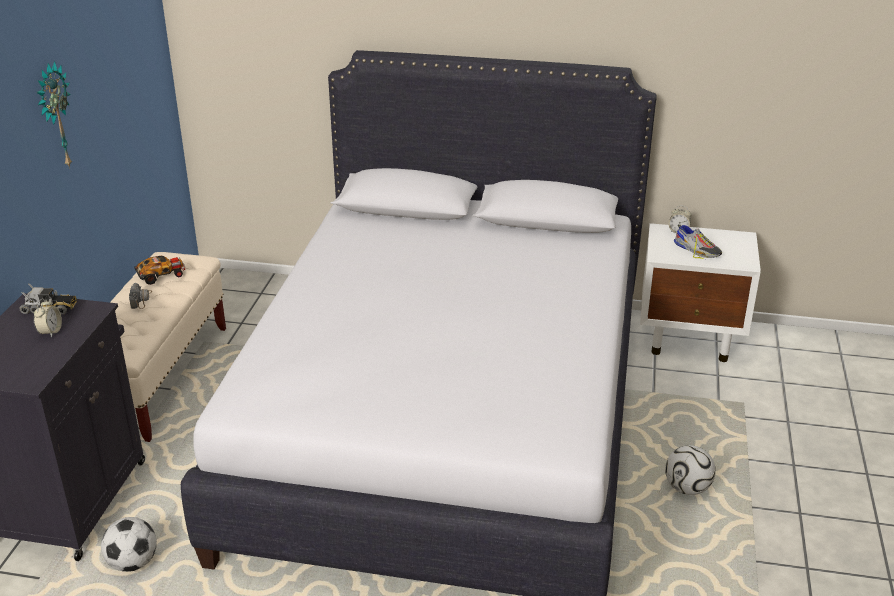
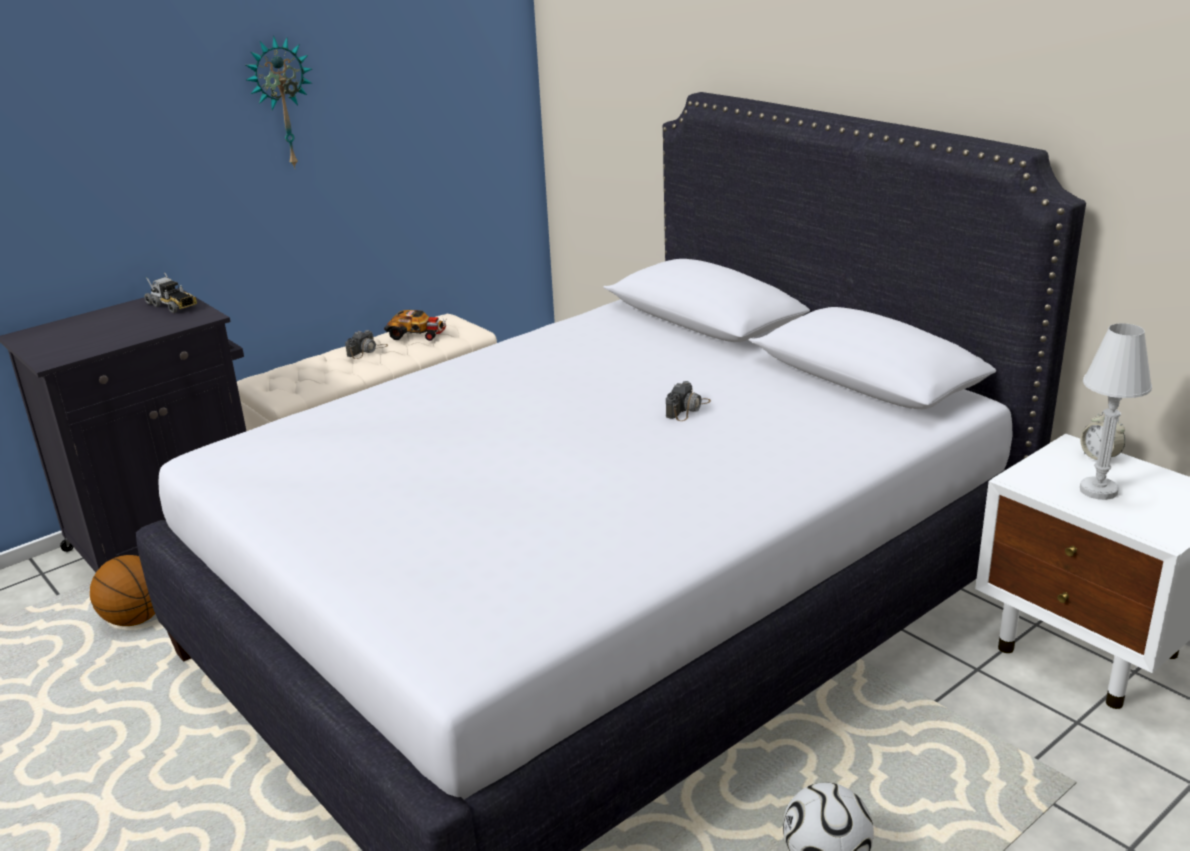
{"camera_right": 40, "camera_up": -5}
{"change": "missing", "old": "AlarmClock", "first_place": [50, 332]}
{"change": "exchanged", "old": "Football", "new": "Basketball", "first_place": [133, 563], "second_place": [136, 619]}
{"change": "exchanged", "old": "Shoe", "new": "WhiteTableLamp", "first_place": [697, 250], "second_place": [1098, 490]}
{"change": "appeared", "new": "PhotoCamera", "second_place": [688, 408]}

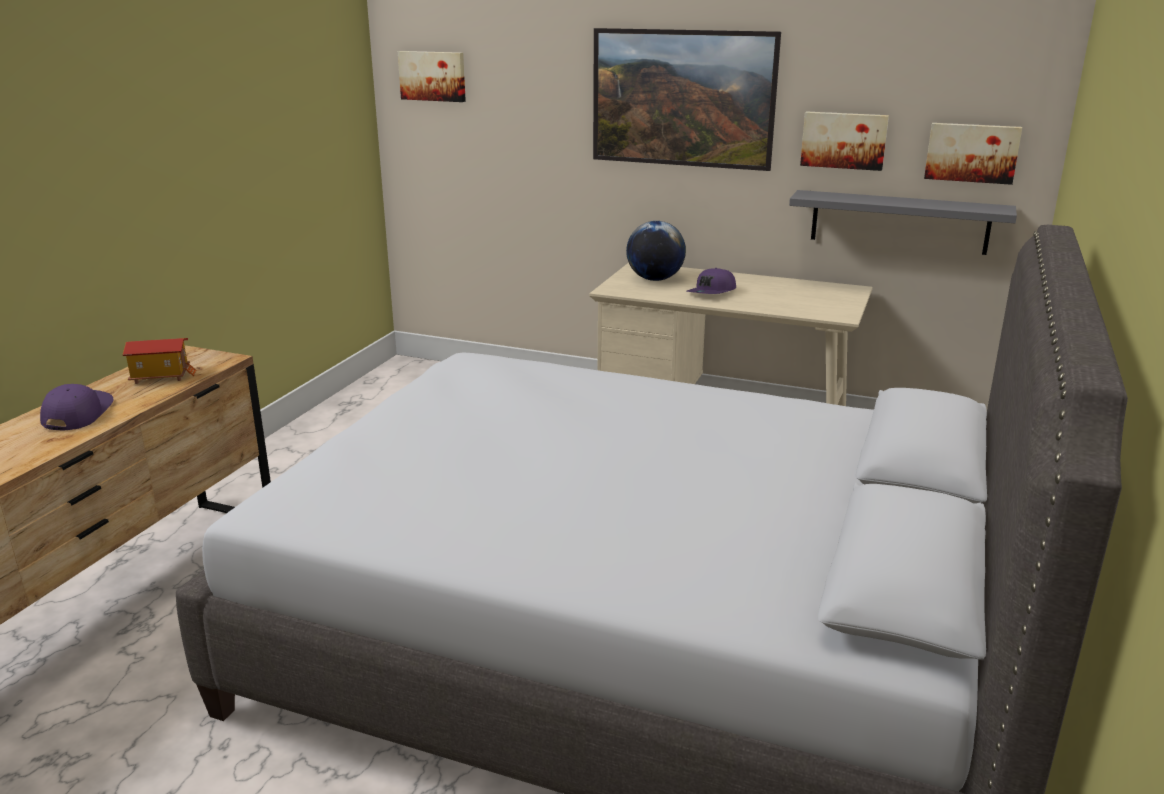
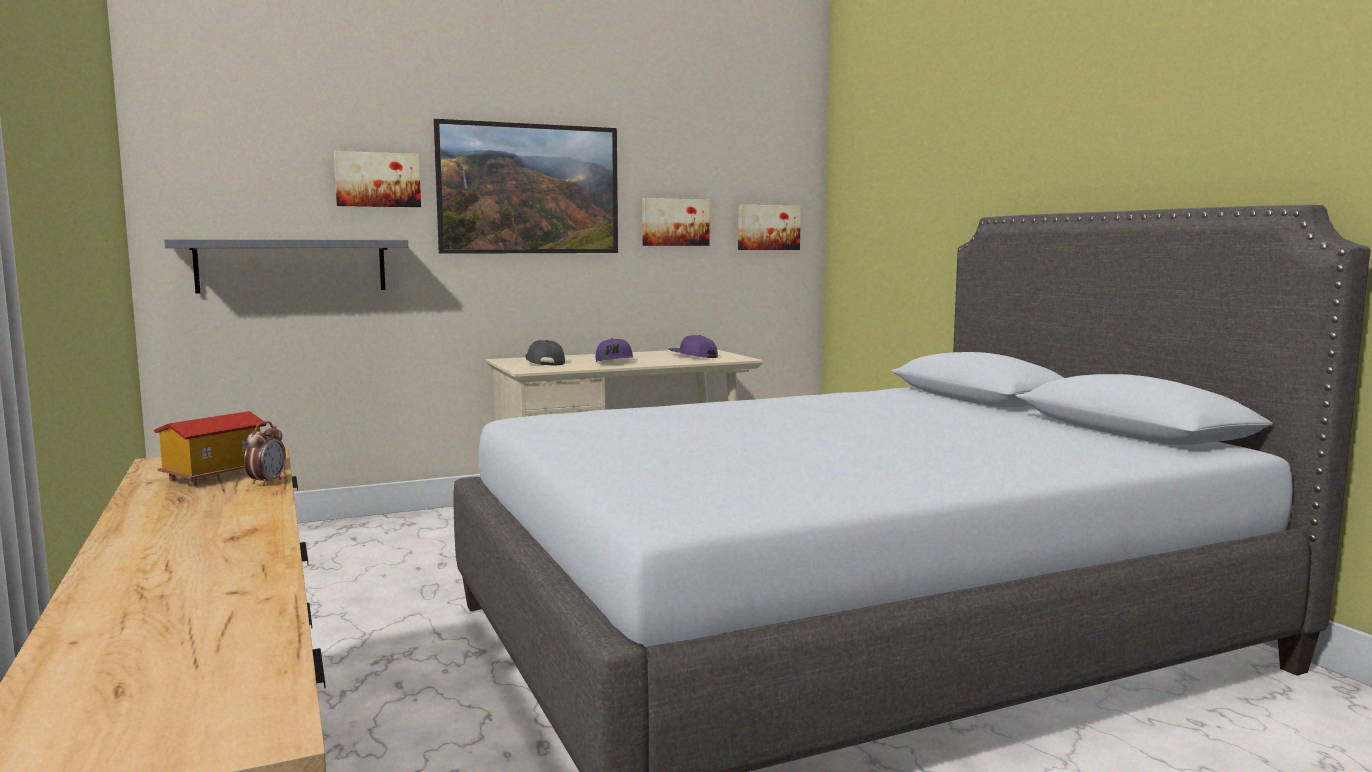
{"camera_right": -45, "camera_up": -15}
{"change": "relocated", "old": "PurpleCap", "first_place": [77, 414], "second_place": [692, 356]}
{"change": "relocated", "old": "Picture", "first_place": [433, 76], "second_place": [377, 180]}
{"change": "exchanged", "old": "Globe", "new": "GreyCap", "first_place": [655, 279], "second_place": [544, 362]}
{"change": "relocated", "old": "GreyShelf", "first_place": [899, 222], "second_place": [292, 265]}
{"change": "appeared", "new": "AlarmClock", "second_place": [267, 482]}

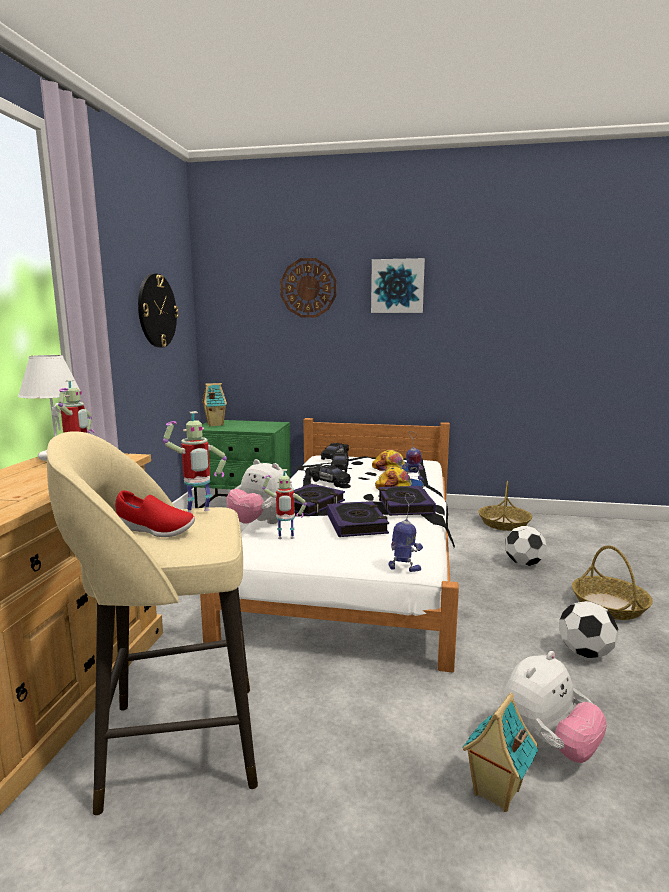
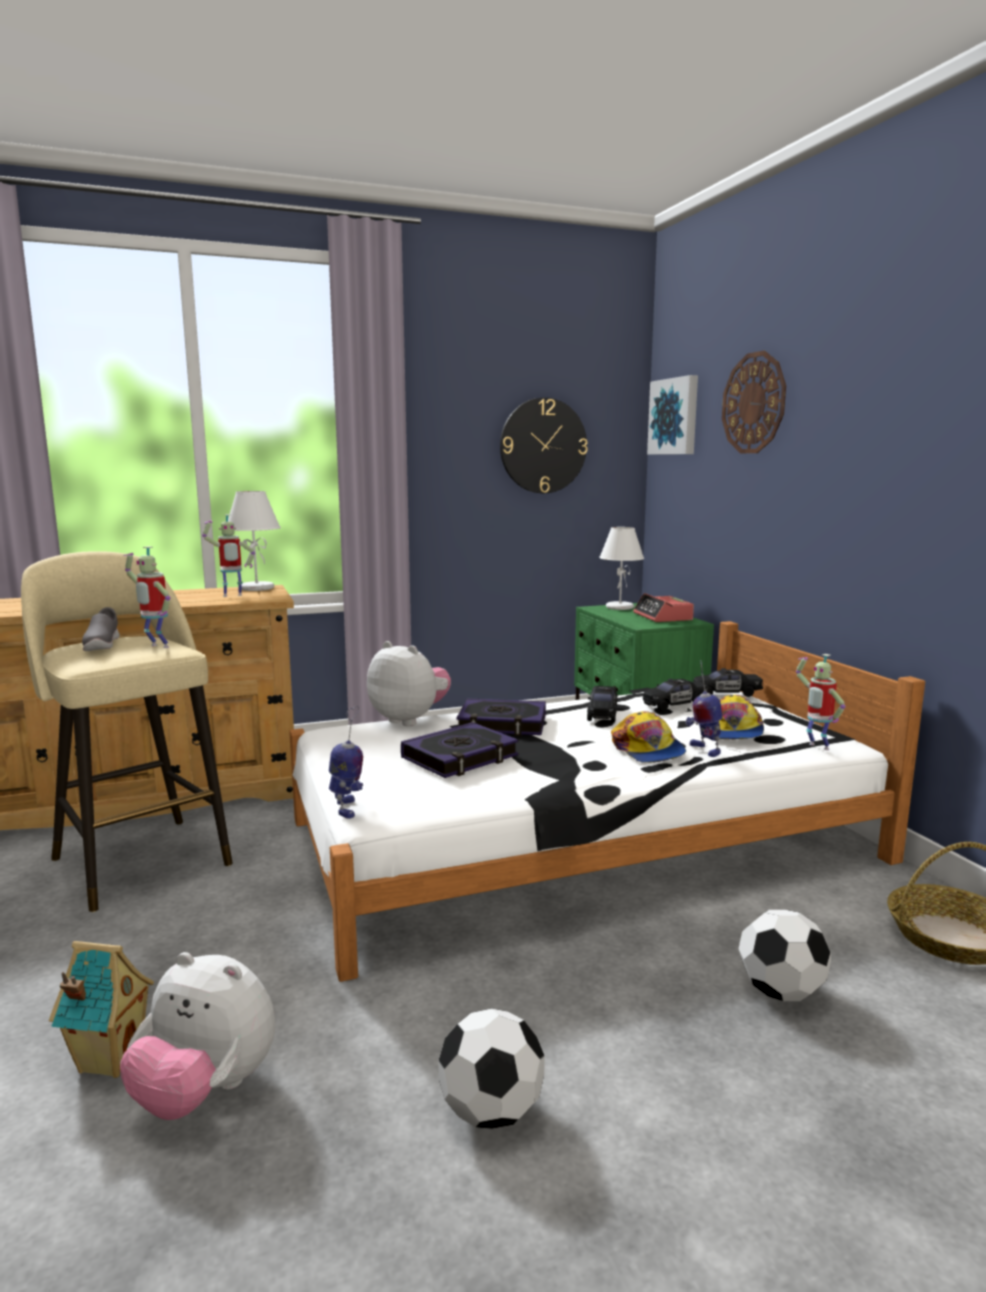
{"camera_right": 60, "camera_up": 0}
{"change": "colour", "old": "RedShoe", "new": "GreyShoe", "first_place": [154, 530], "second_place": [102, 646]}
{"change": "exchanged", "old": "ToyHouse", "new": "WhiteTableLamp", "first_place": [214, 424], "second_place": [619, 607]}
{"change": "spun", "old": "PlushToy", "first_place": [261, 523], "second_place": [410, 719], "degrees": 120}
{"change": "relocated", "old": "ToyRobot", "first_place": [285, 539], "second_place": [816, 747]}
{"change": "relocated", "old": "Picture", "first_place": [397, 286], "second_place": [675, 417]}
{"change": "missing", "old": "Book", "first_place": [405, 505]}
{"change": "missing", "old": "Basket", "first_place": [609, 606]}
{"change": "appeared", "new": "AlarmClock", "second_place": [663, 617]}

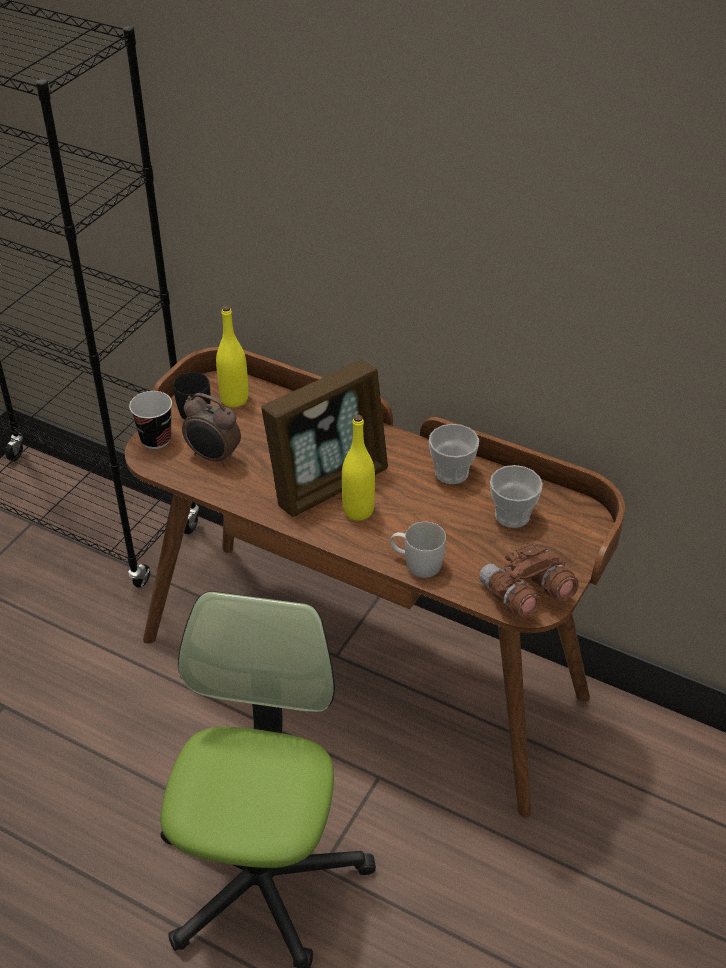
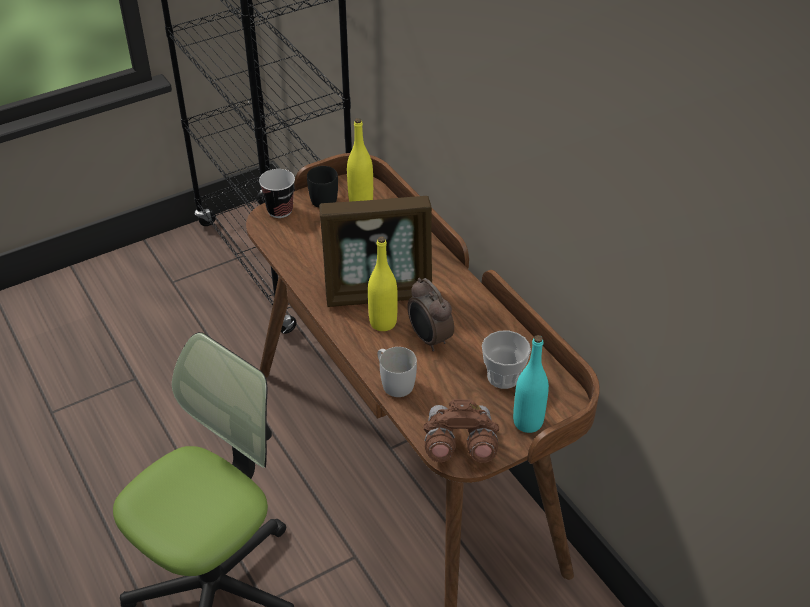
{"camera_right": 30, "camera_up": 0}
{"change": "relocated", "old": "AlarmClock", "first_place": [213, 457], "second_place": [429, 339]}
{"change": "missing", "old": "Cup", "first_place": [451, 472]}
{"change": "appeared", "new": "TurquoiseBottle", "second_place": [528, 422]}

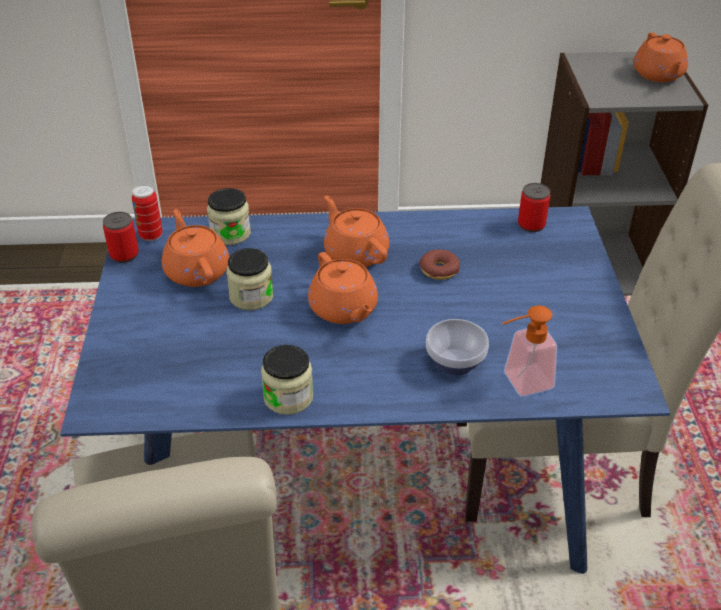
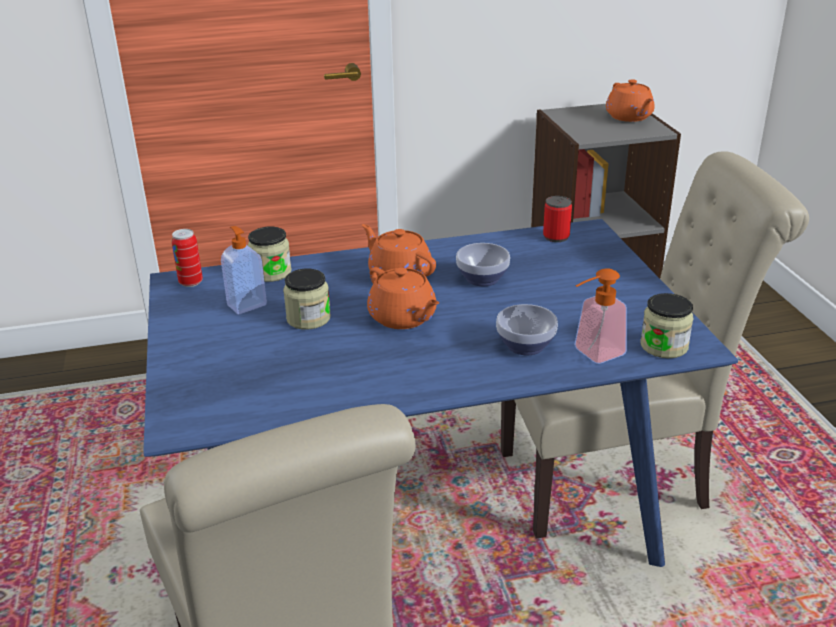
{"camera_right": -10, "camera_up": -10}
{"change": "missing", "old": "Can", "first_place": [124, 255]}
{"change": "exchanged", "old": "OrangeTeapot", "new": "SoapDispenser", "first_place": [196, 271], "second_place": [246, 305]}
{"change": "relocated", "old": "Jar", "first_place": [288, 397], "second_place": [664, 346]}
{"change": "exchanged", "old": "Donut", "new": "Bowl", "first_place": [439, 270], "second_place": [483, 279]}

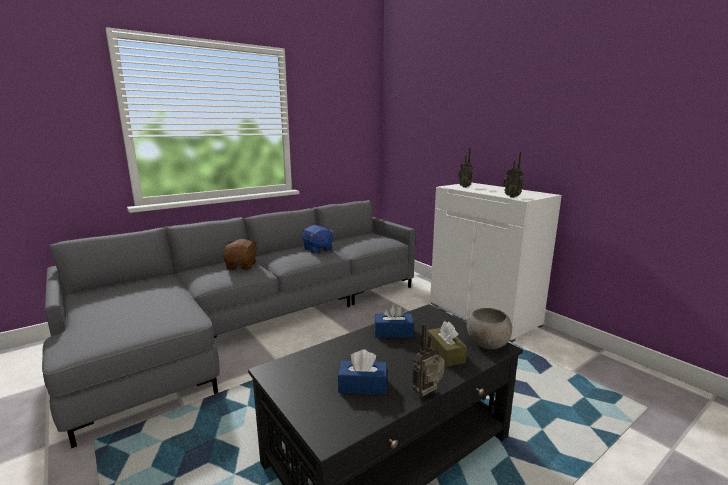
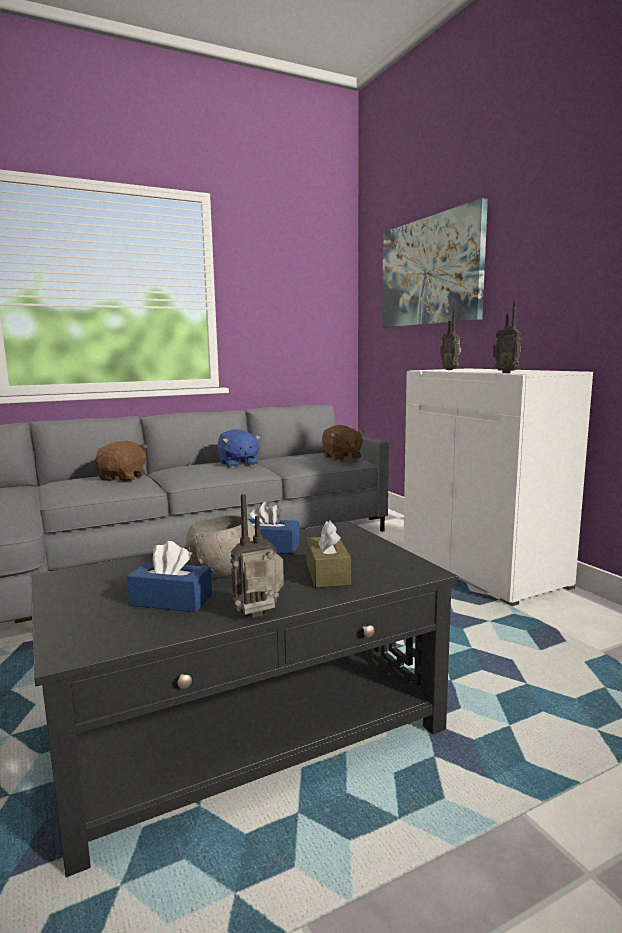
{"camera_right": 10, "camera_up": -5}
{"change": "relocated", "old": "GreyBowl", "first_place": [487, 343], "second_place": [224, 570]}
{"change": "appeared", "new": "BrownPlushToy", "second_place": [341, 458]}
{"change": "appeared", "new": "Picture", "second_place": [430, 271]}

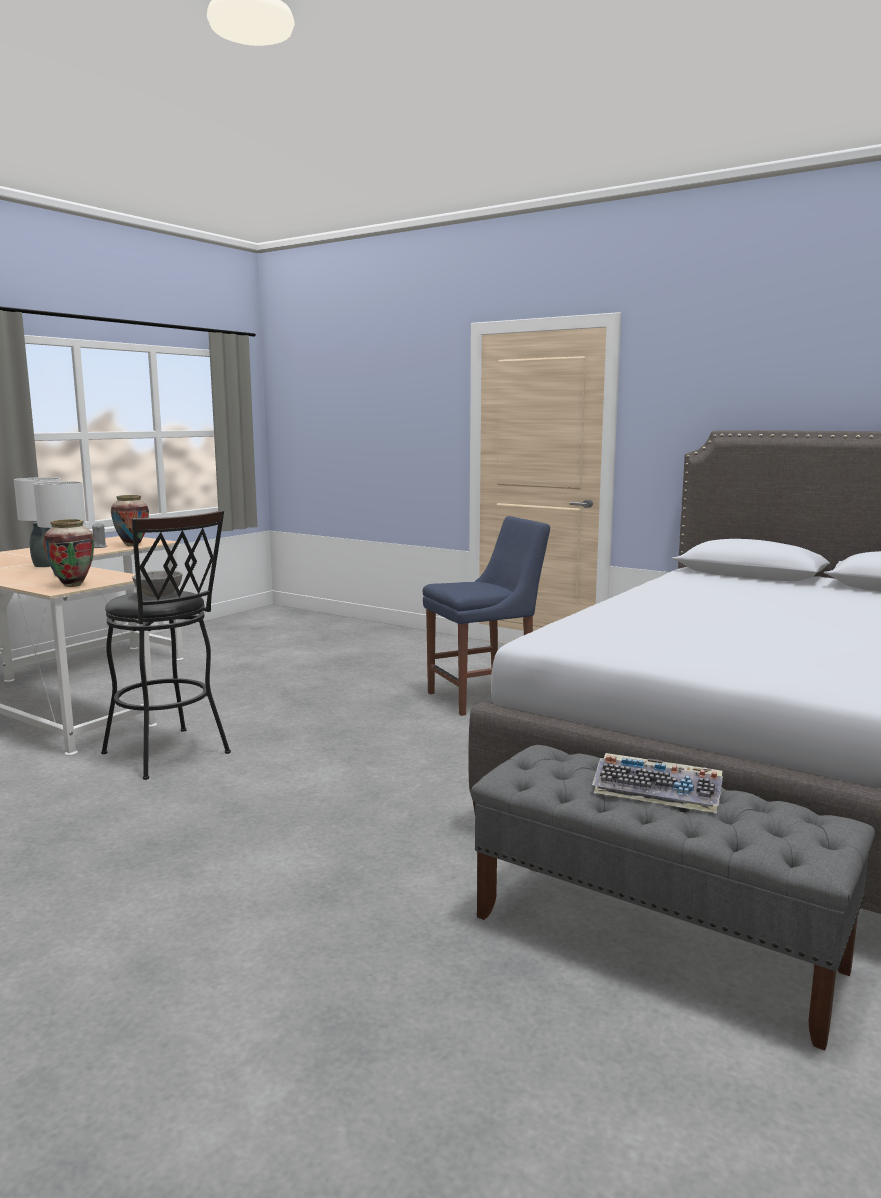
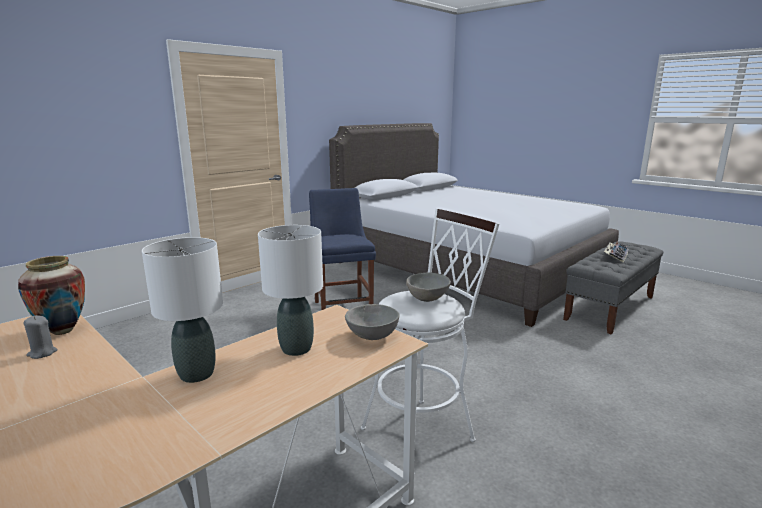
{"camera_right": -80, "camera_up": 5}
{"change": "exchanged", "old": "Vase", "new": "GreyBowl", "first_place": [73, 585], "second_place": [371, 337]}
{"change": "colour", "old": "BlackStool", "new": "WhiteStool", "first_place": [171, 756], "second_place": [424, 431]}

